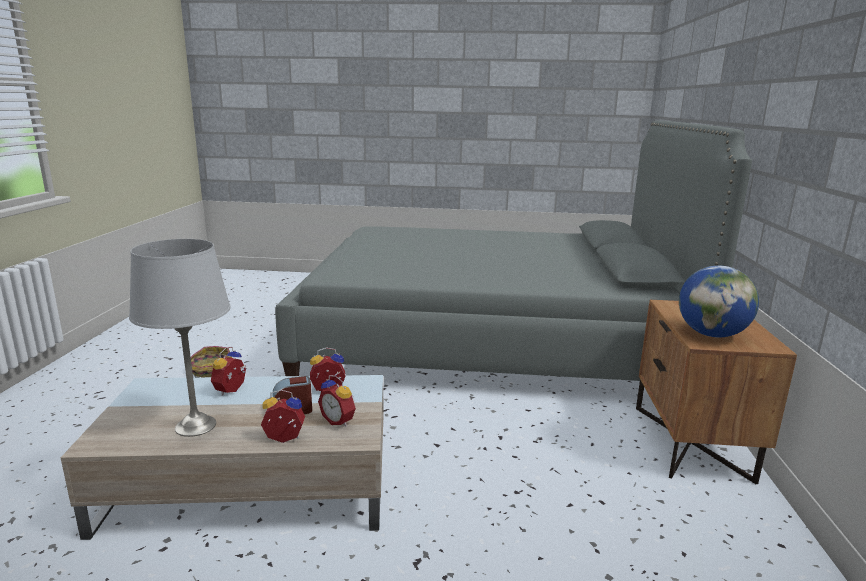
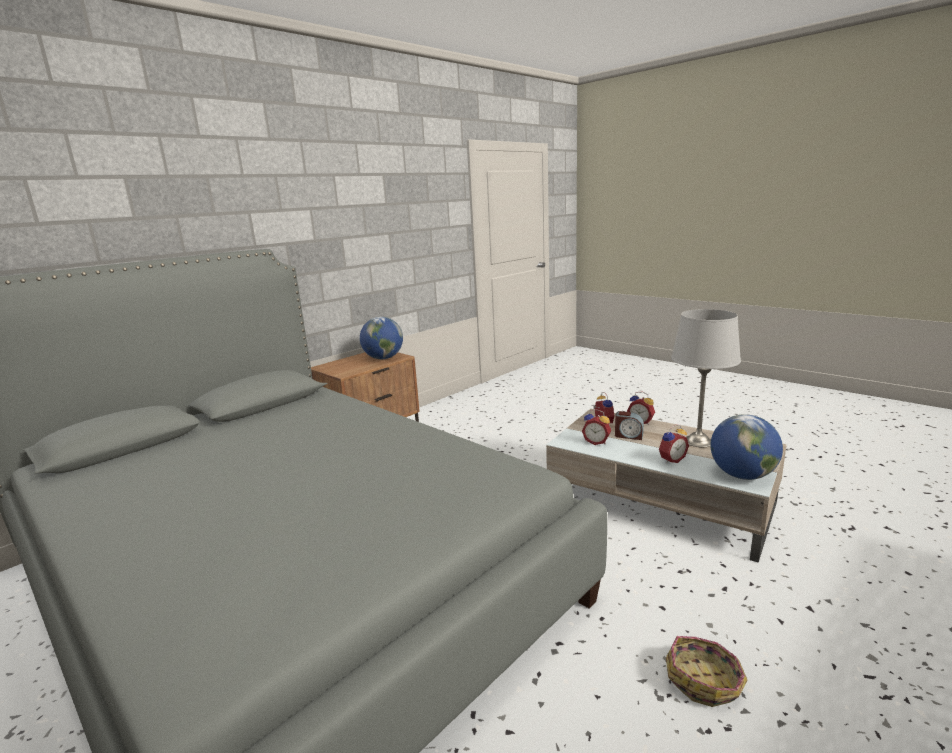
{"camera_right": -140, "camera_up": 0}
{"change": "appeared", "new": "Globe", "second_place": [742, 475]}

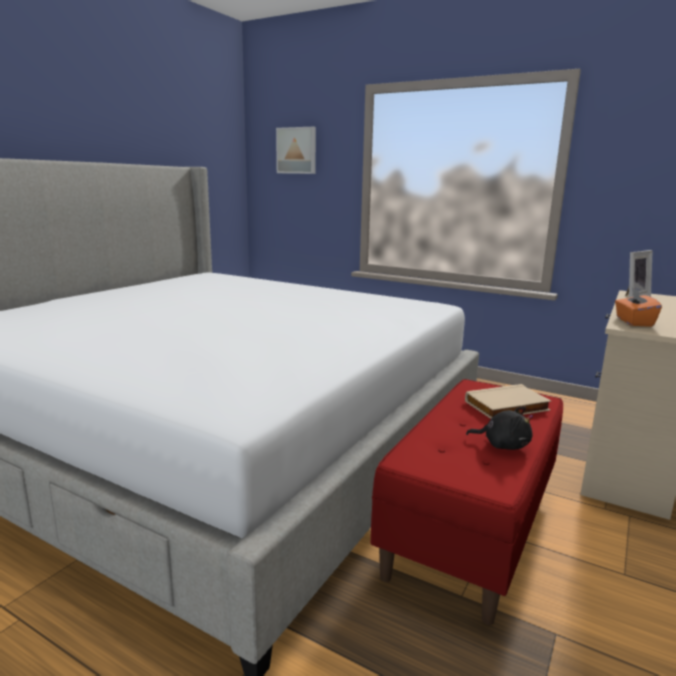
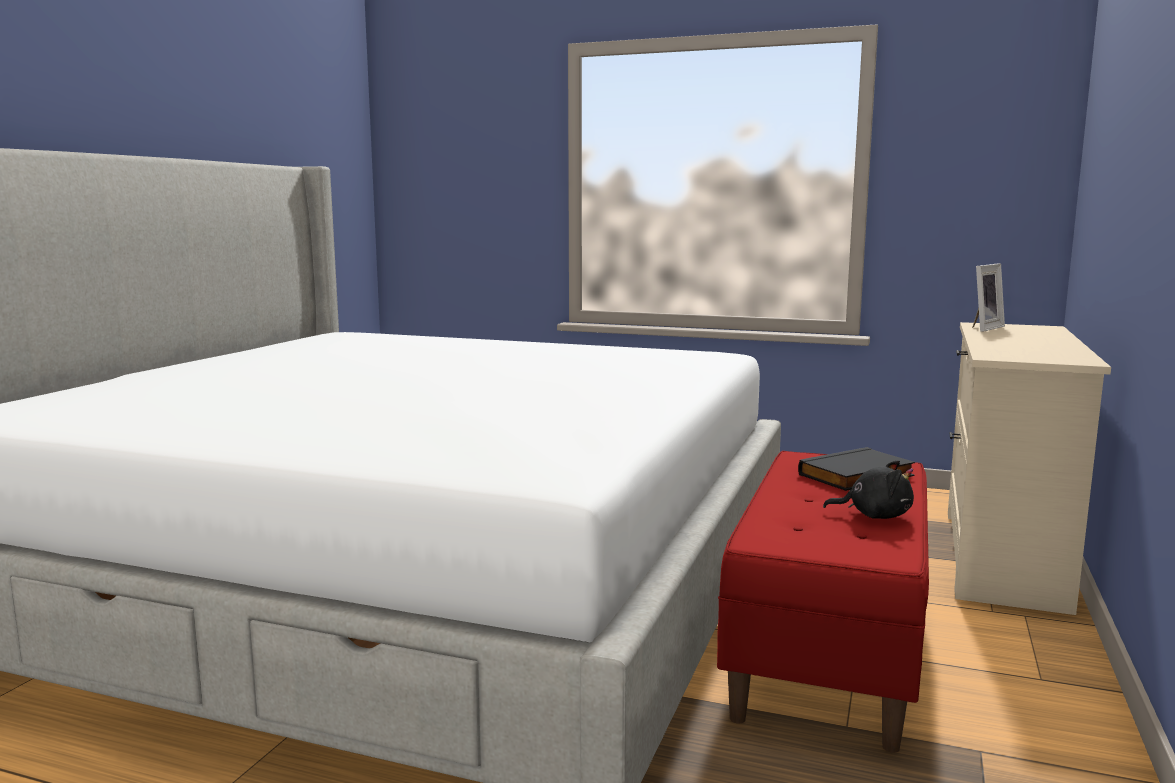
{"camera_right": -10, "camera_up": -5}
{"change": "missing", "old": "Picture", "first_place": [297, 150]}
{"change": "colour", "old": "BeigeBook", "new": "BlackBook", "first_place": [507, 407], "second_place": [857, 476]}
{"change": "missing", "old": "OrangeTissueBox", "first_place": [633, 322]}

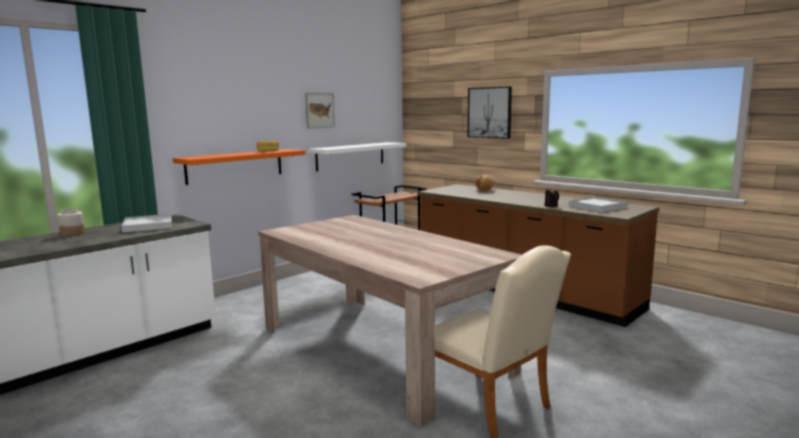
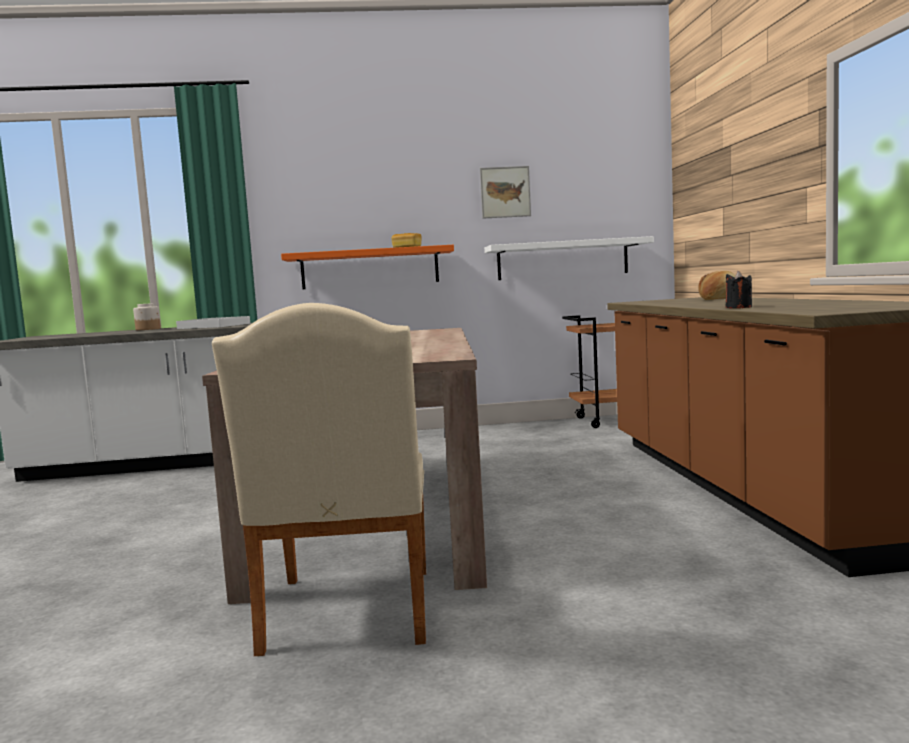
{"camera_right": 40, "camera_up": -5}
{"change": "missing", "old": "Picture", "first_place": [489, 112]}
{"change": "missing", "old": "WhiteTray", "first_place": [597, 207]}

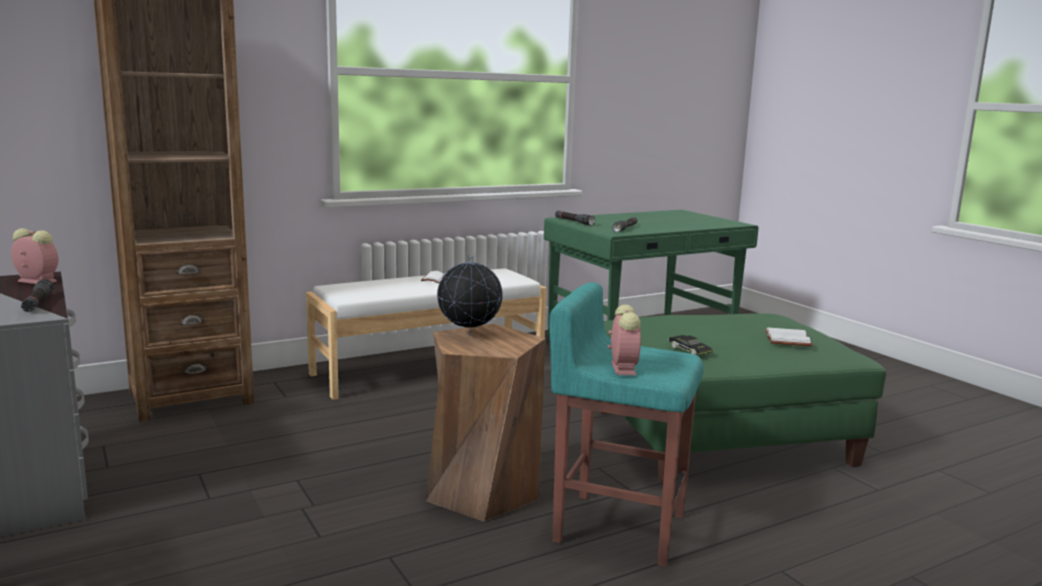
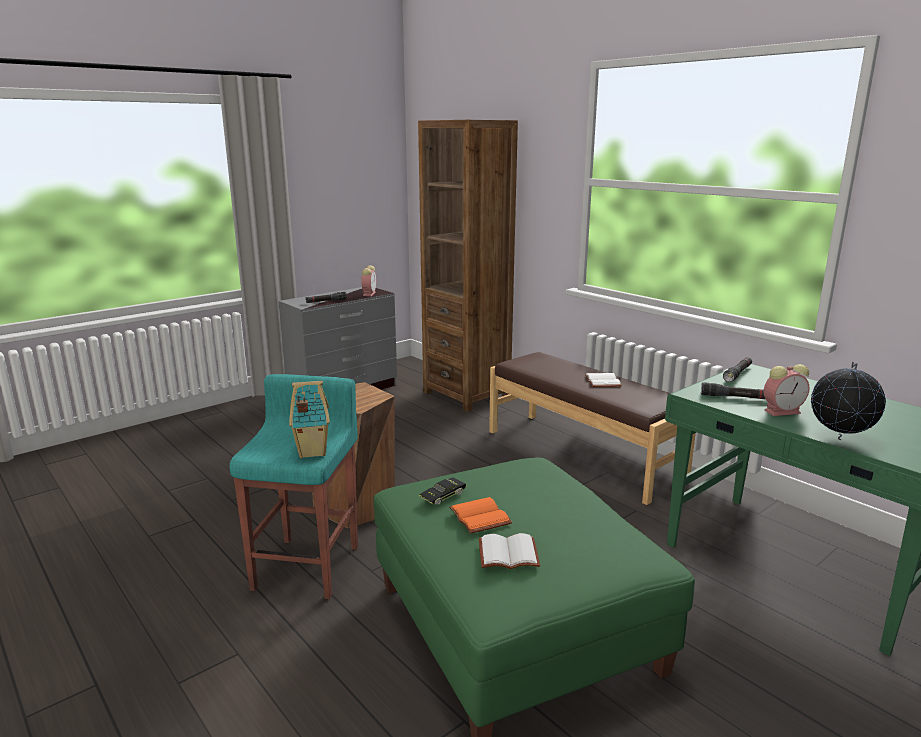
{"camera_right": 80, "camera_up": 5}
{"change": "colour", "old": "WhiteBench", "new": "BrownBench", "first_place": [429, 369], "second_place": [582, 454]}
{"change": "relocated", "old": "Globe", "first_place": [469, 335], "second_place": [839, 439]}
{"change": "relocated", "old": "AlarmClock", "first_place": [622, 368], "second_place": [783, 411]}
{"change": "appeared", "new": "ToyHouse", "second_place": [311, 451]}
{"change": "appeared", "new": "OrangeBook", "second_place": [482, 517]}

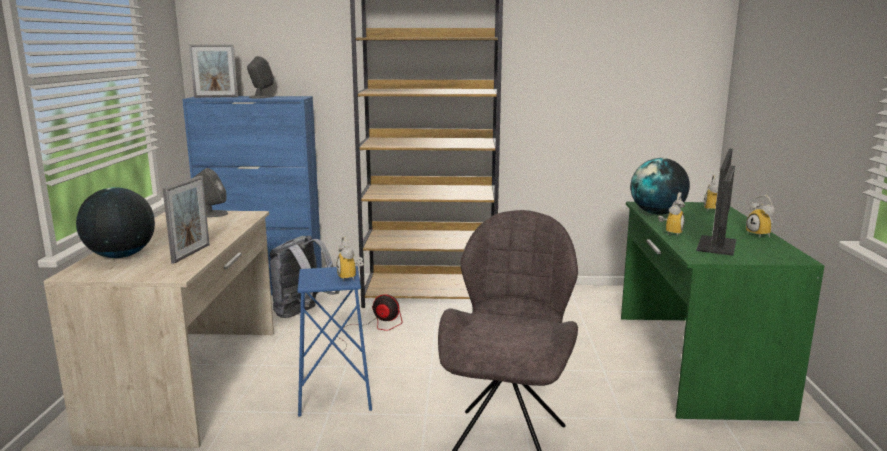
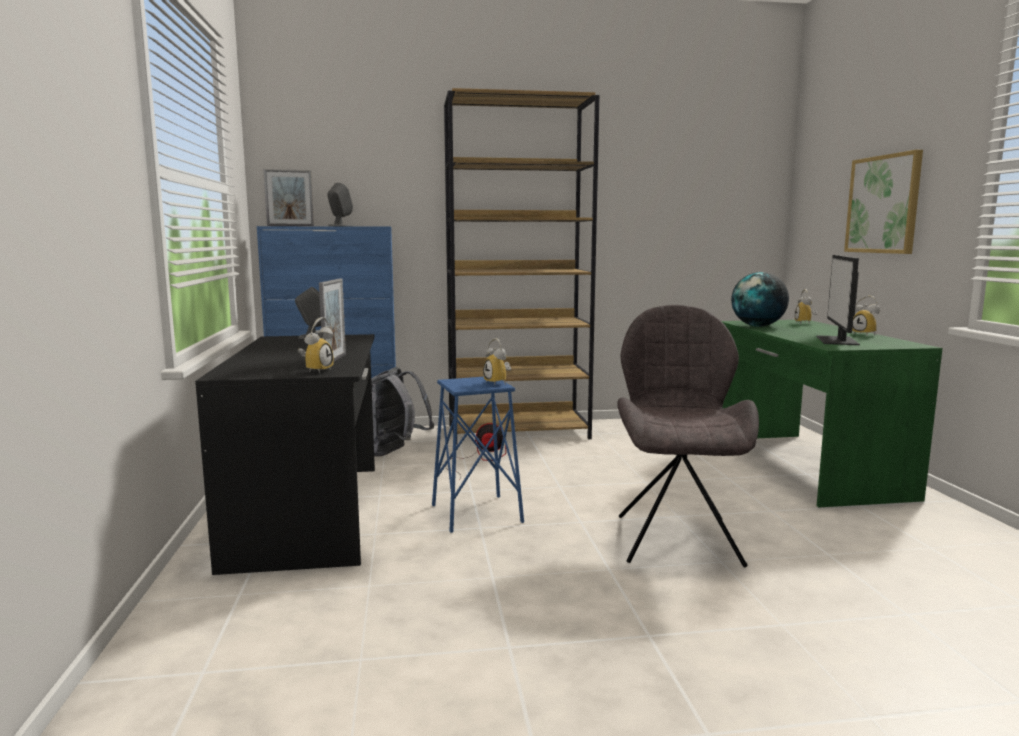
{"camera_right": -10, "camera_up": -5}
{"change": "colour", "old": "BeigeDesk", "new": "BlackDesk", "first_place": [191, 380], "second_place": [311, 512]}
{"change": "missing", "old": "Globe", "first_place": [120, 256]}
{"change": "relocated", "old": "AlarmClock", "first_place": [670, 233], "second_place": [316, 370]}
{"change": "appeared", "new": "Picture", "second_place": [883, 204]}

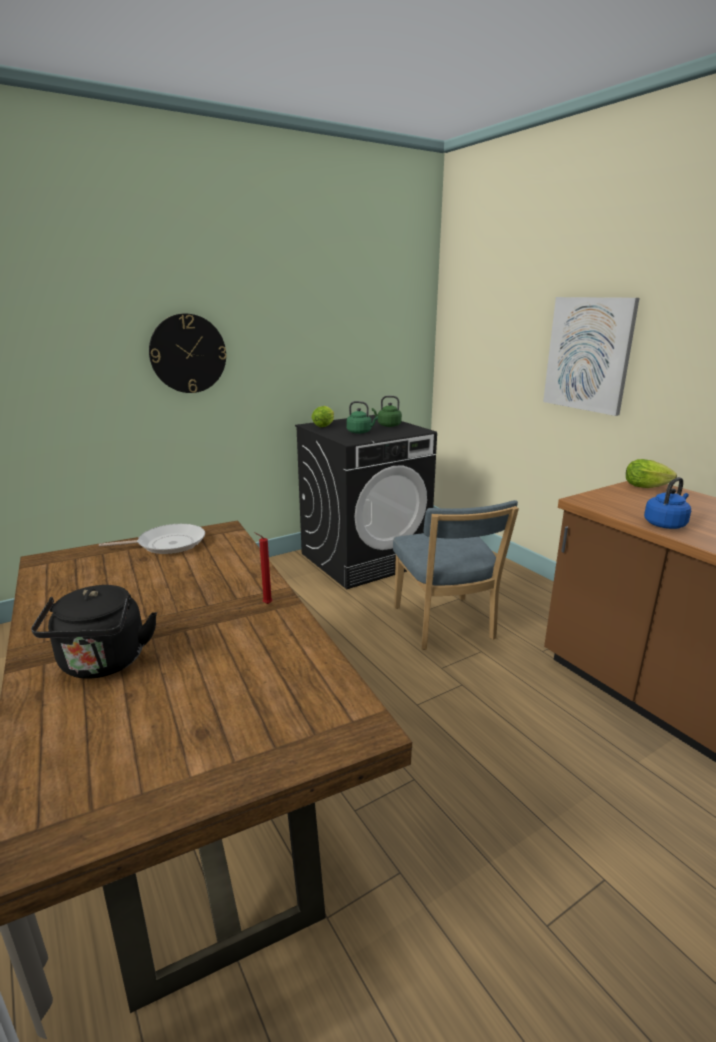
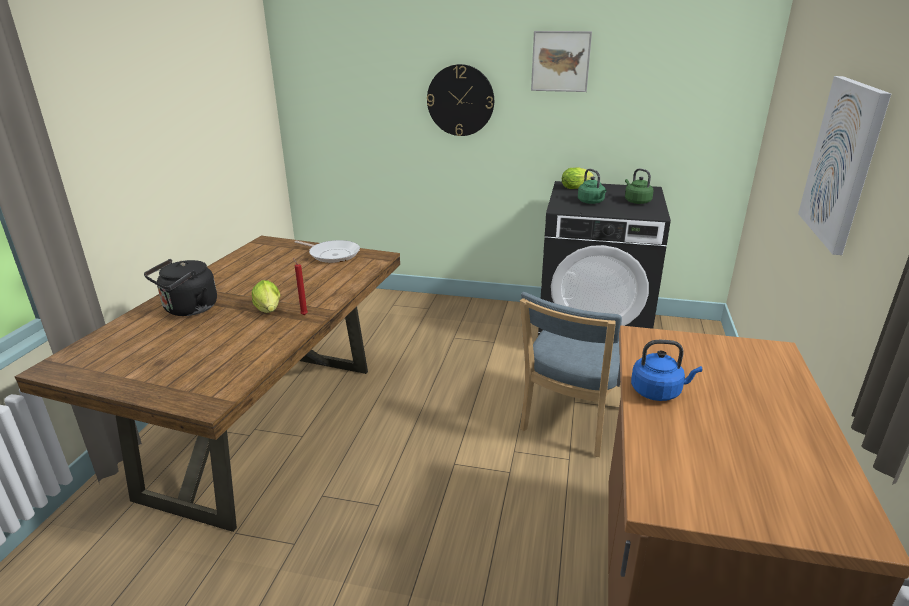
{"camera_right": 45, "camera_up": 5}
{"change": "relocated", "old": "Lettuce", "first_place": [648, 487], "second_place": [269, 311]}
{"change": "appeared", "new": "Picture", "second_place": [560, 61]}

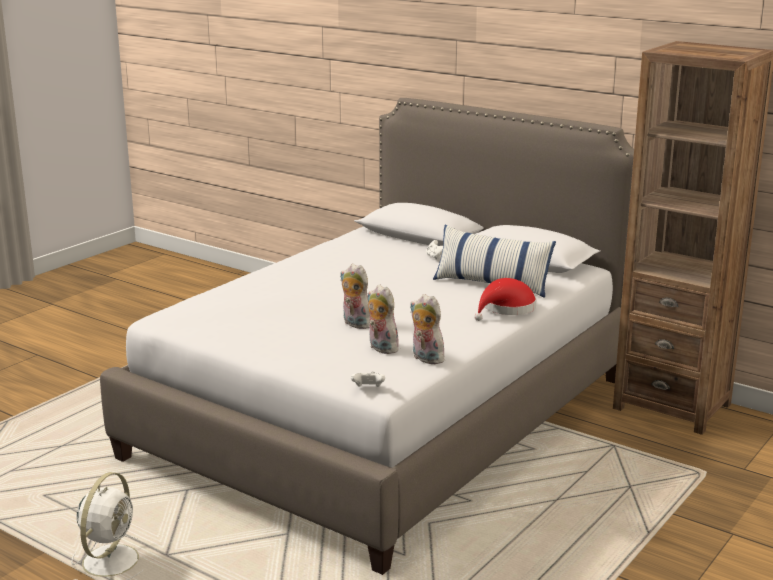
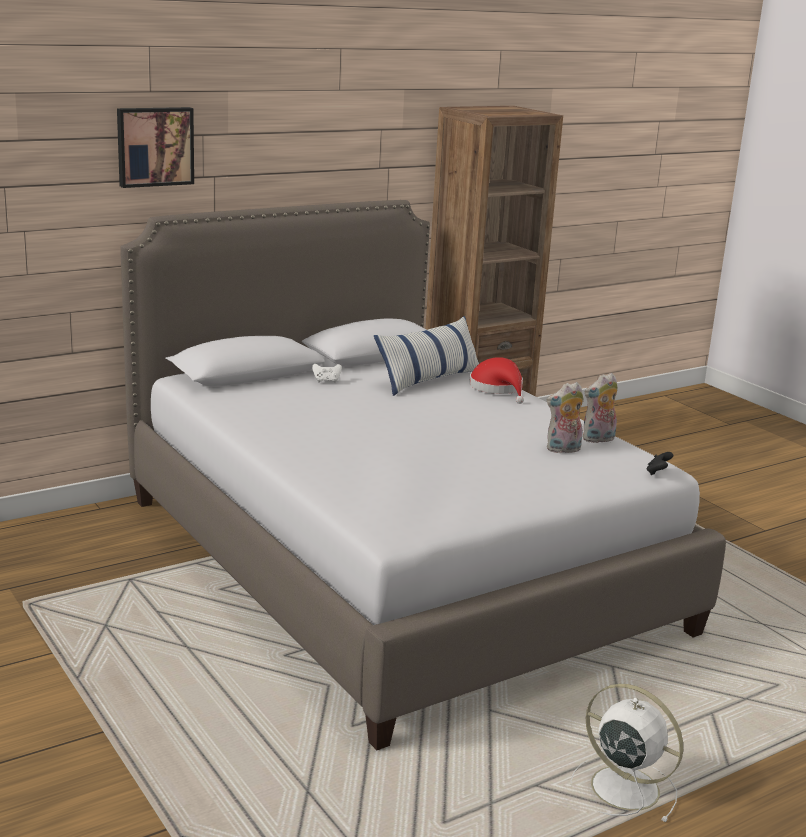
{"camera_right": -70, "camera_up": 0}
{"change": "missing", "old": "PlushToy", "first_place": [355, 324]}
{"change": "colour", "old": "WhiteGameController", "new": "BlackGameController", "first_place": [368, 389], "second_place": [657, 473]}
{"change": "appeared", "new": "Picture", "second_place": [154, 146]}

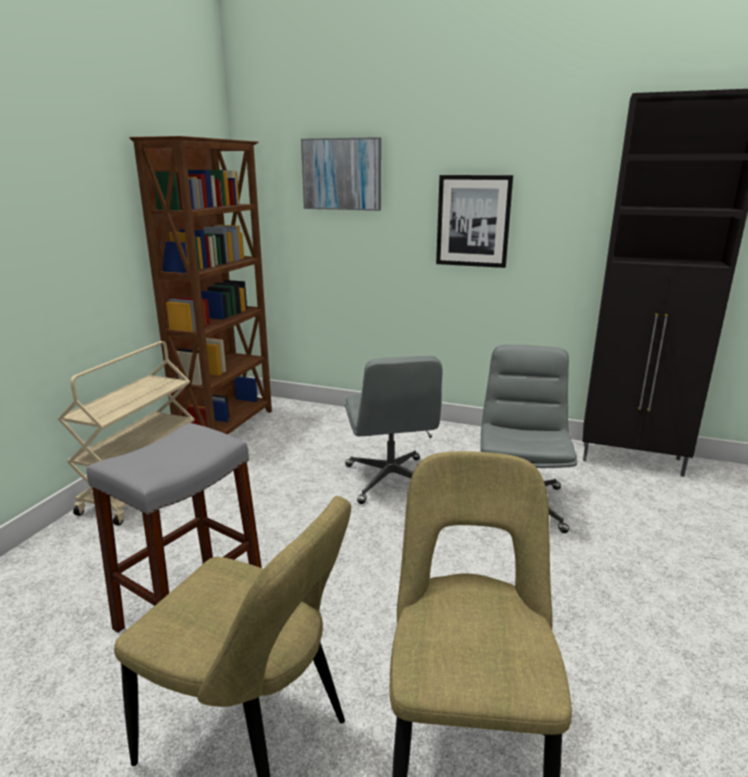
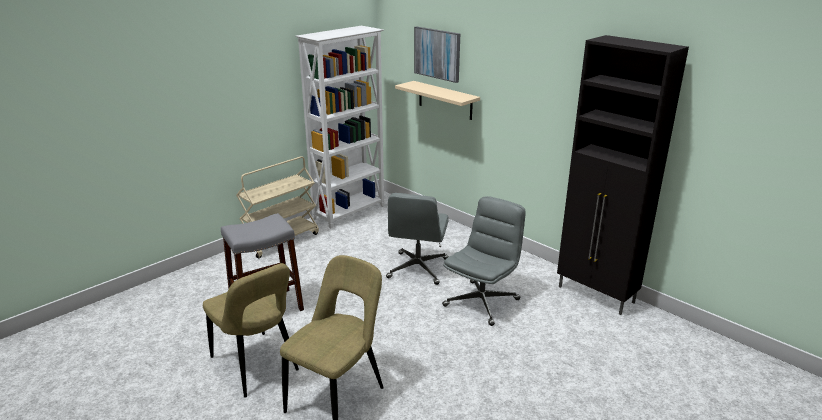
{"camera_right": 25, "camera_up": 5}
{"change": "colour", "old": "BrownBookcase", "new": "WhiteBookcase", "first_place": [228, 427], "second_place": [350, 212]}
{"change": "missing", "old": "Picture", "first_place": [473, 221]}
{"change": "appeared", "new": "BeigeShelf", "second_place": [445, 100]}

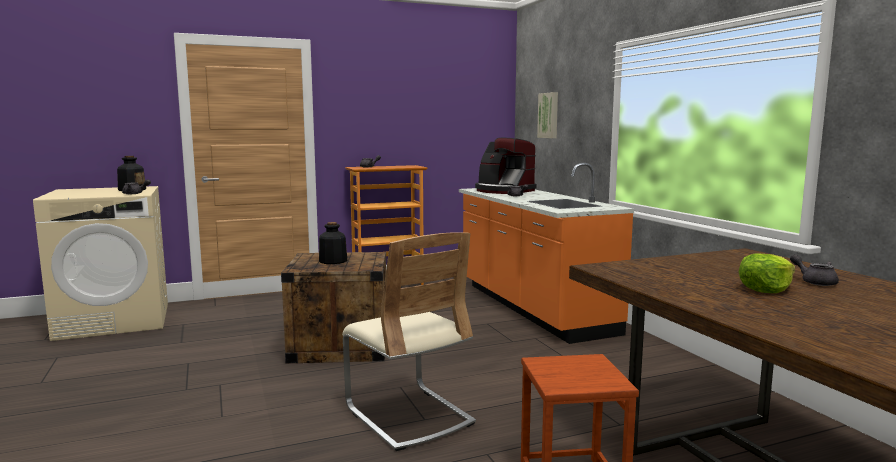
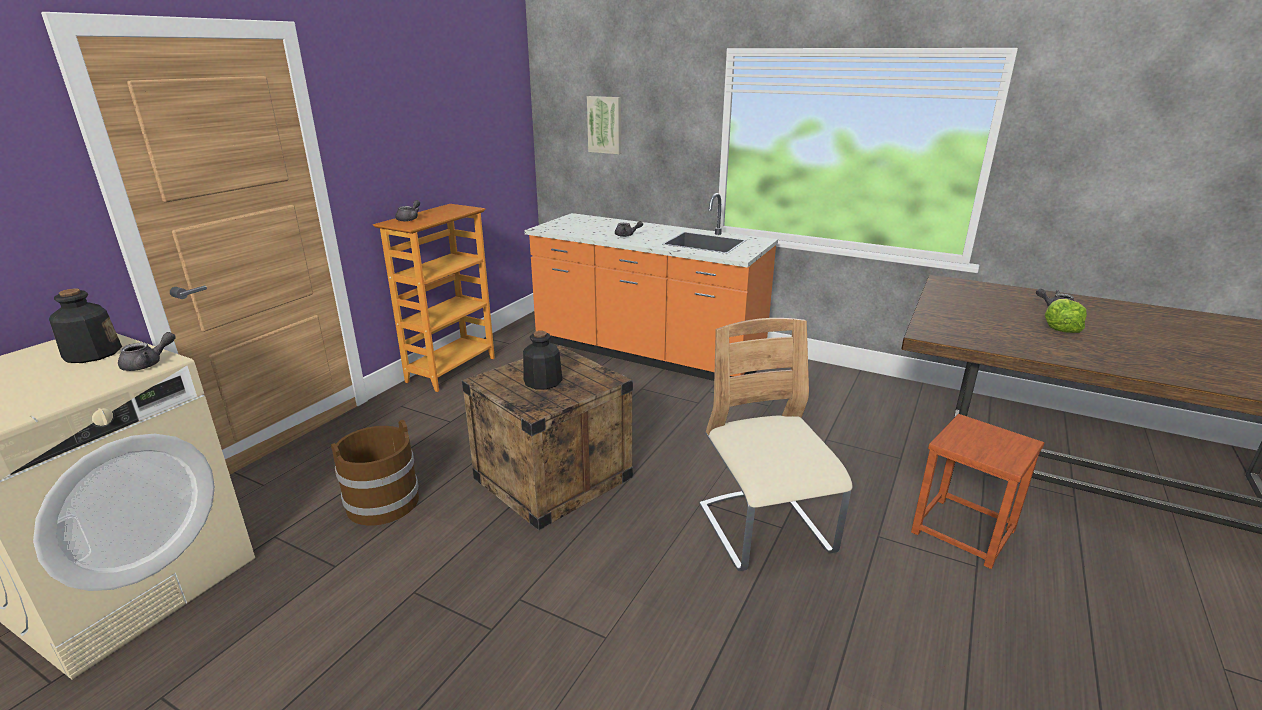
{"camera_right": -40, "camera_up": 15}
{"change": "spun", "old": "BeigeChair", "first_place": [408, 416], "second_place": [765, 531], "degrees": -120}
{"change": "missing", "old": "CoffeeMachine", "first_place": [503, 191]}
{"change": "appeared", "new": "BrownBucket", "second_place": [383, 502]}

